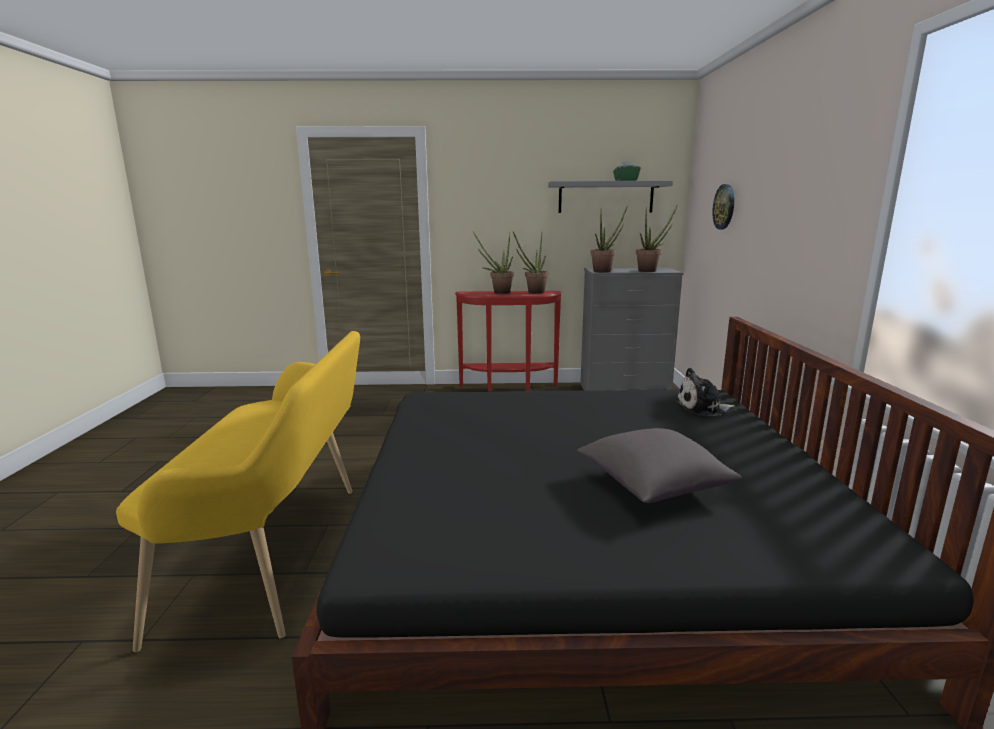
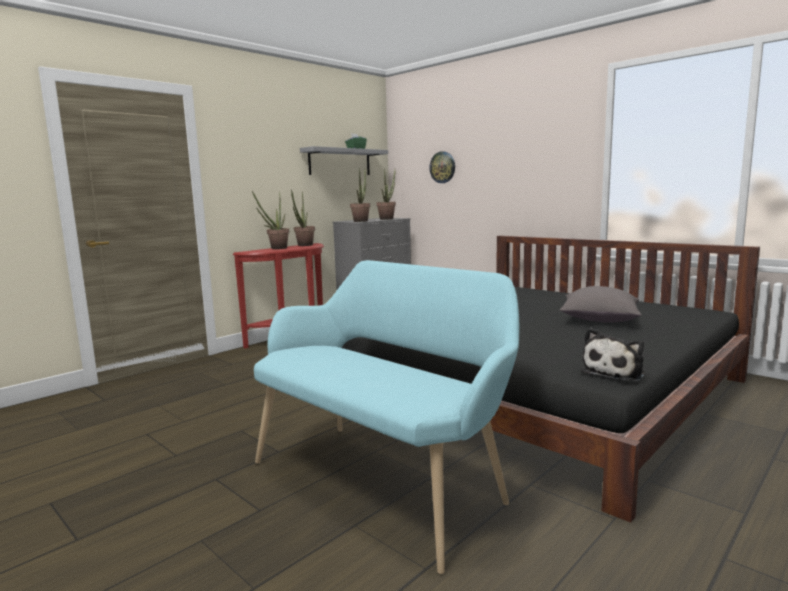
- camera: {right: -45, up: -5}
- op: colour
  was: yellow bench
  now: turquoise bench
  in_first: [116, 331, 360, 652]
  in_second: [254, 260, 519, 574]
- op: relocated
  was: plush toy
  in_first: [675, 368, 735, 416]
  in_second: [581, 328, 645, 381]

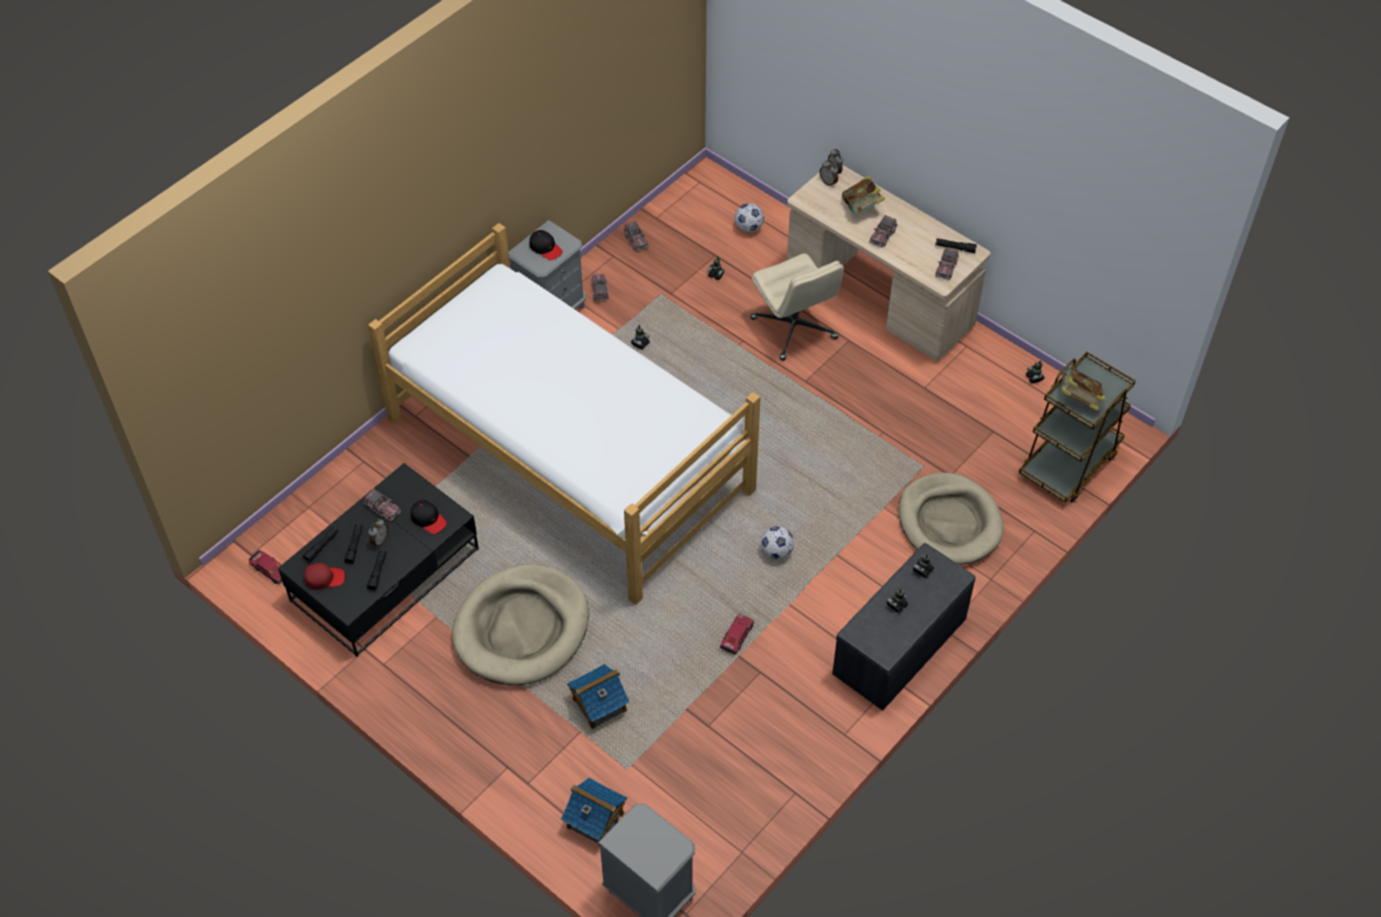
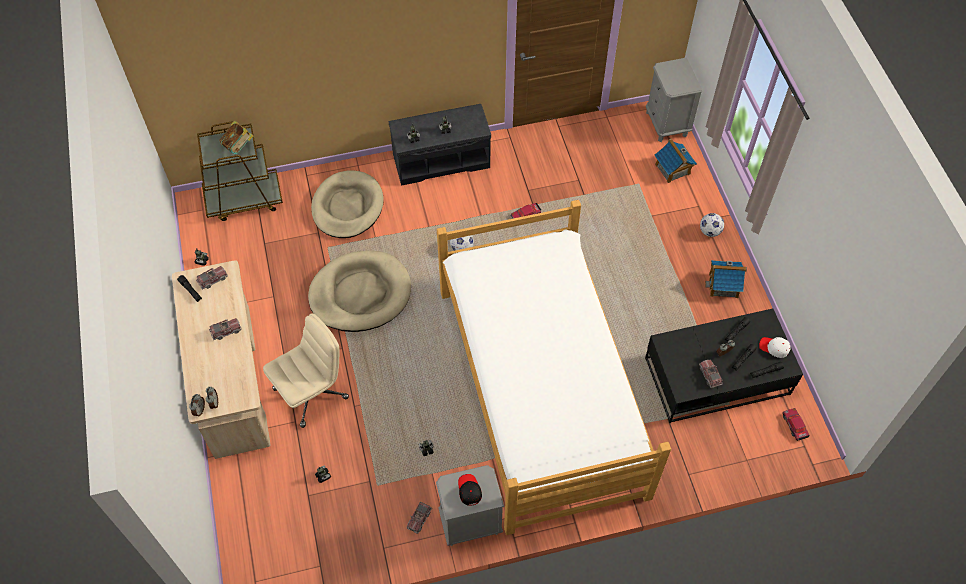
- camera: {right: -145, up: 5}
- op: missing
  was: book
  in_first: [842, 175, 885, 214]
- op: relocated
  was: football
  in_first: [735, 203, 764, 232]
  in_second: [700, 213, 724, 237]
- op: missing
  was: toy truck
  in_first: [623, 221, 649, 251]
- op: spun
  was: beige office chair
  in_first: [750, 253, 844, 361]
  in_second: [263, 314, 349, 428]
  clockwise: 45
- op: missing
  was: black cap
  in_first: [410, 500, 447, 534]
- op: colour
  was: red cap
  now: white cap
  in_first: [303, 563, 345, 590]
  in_second: [759, 337, 791, 358]
- op: relocated
  was: beige dog bed
  in_first: [452, 564, 589, 685]
  in_second: [308, 250, 411, 332]
- op: relocated
  was: toy house
  in_first: [567, 664, 630, 729]
  in_second: [705, 260, 747, 298]

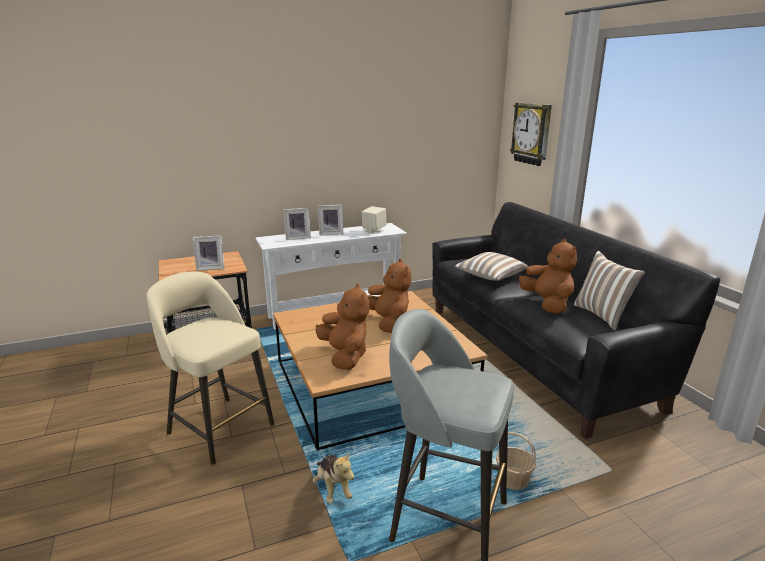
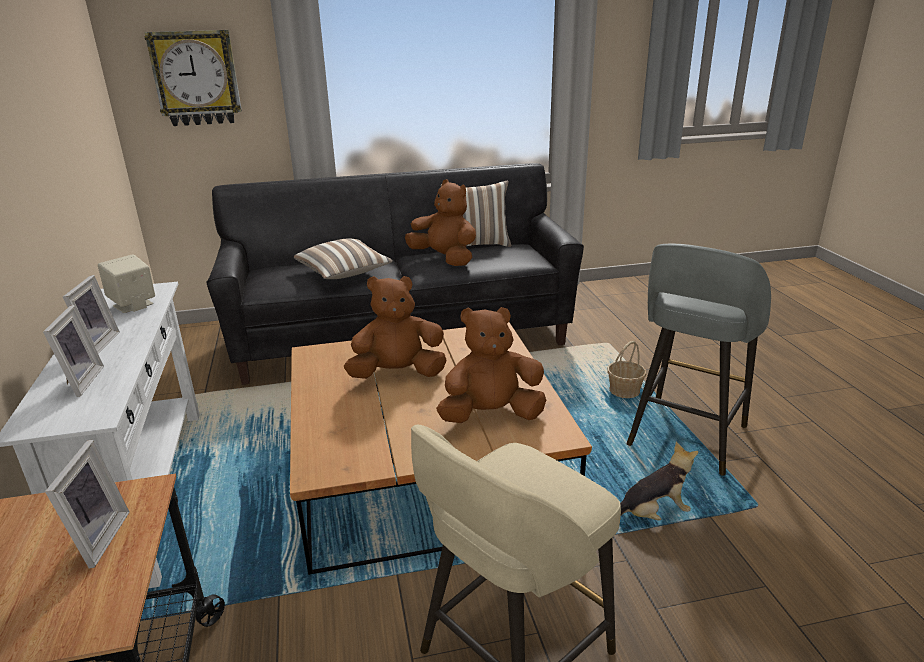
- camera: {right: -80, up: 5}
- op: spun
  was: brown plush toy
  in_first: [519, 239, 577, 314]
  in_second: [405, 179, 476, 266]
  clockwise: 45

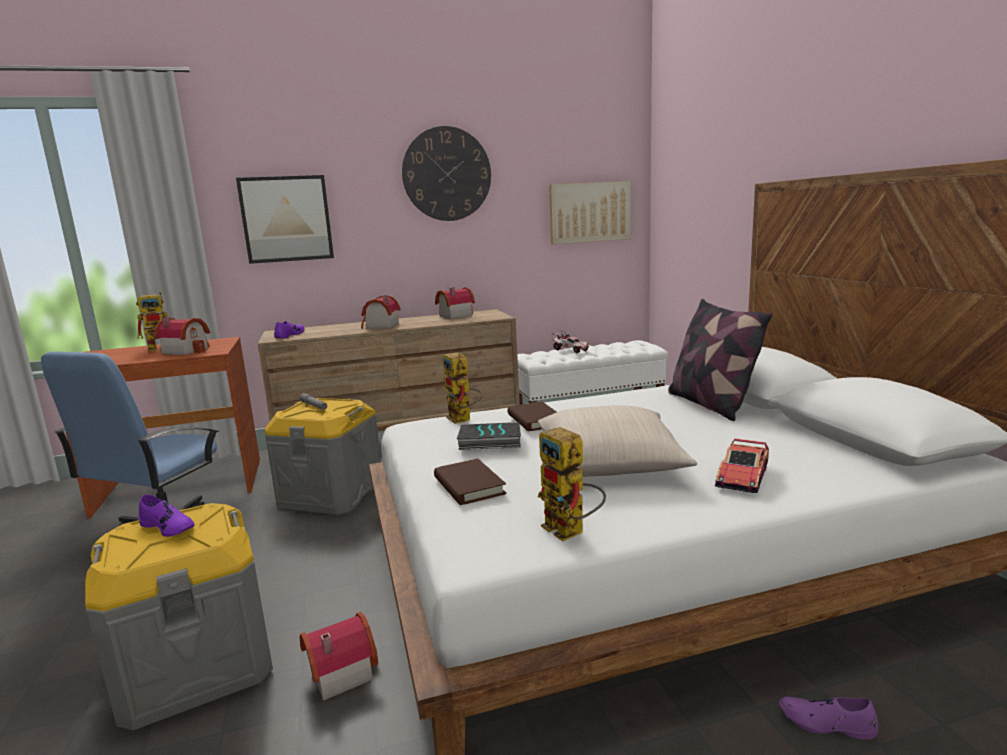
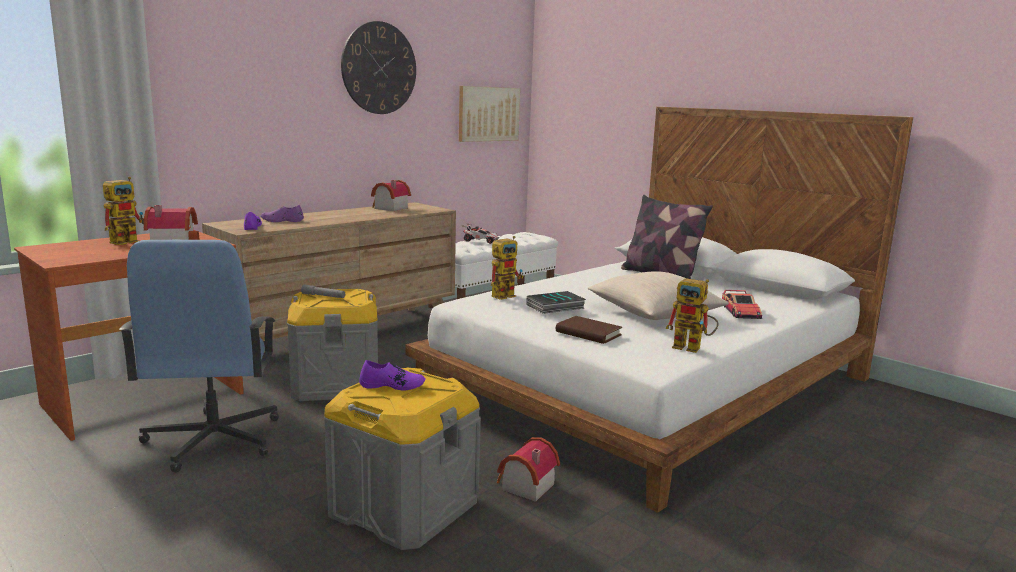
- camera: {right: -30, up: 0}
- op: missing
  was: picture
  in_first: [236, 175, 334, 264]
- op: missing
  was: toy house
  in_first: [361, 295, 401, 329]
- op: spun
  was: toy robot
  in_first: [443, 352, 482, 424]
  in_second: [491, 236, 523, 300]
  clockwise: -75
- op: missing
  was: brown book
  in_first: [507, 402, 557, 431]
- op: relocated
  was: purple shoe
  in_first: [779, 696, 878, 740]
  in_second: [260, 205, 304, 222]

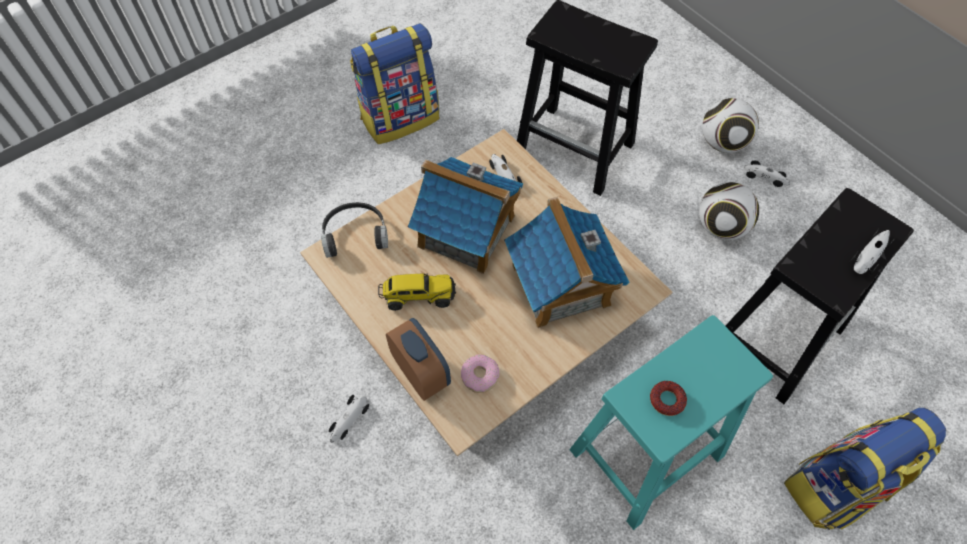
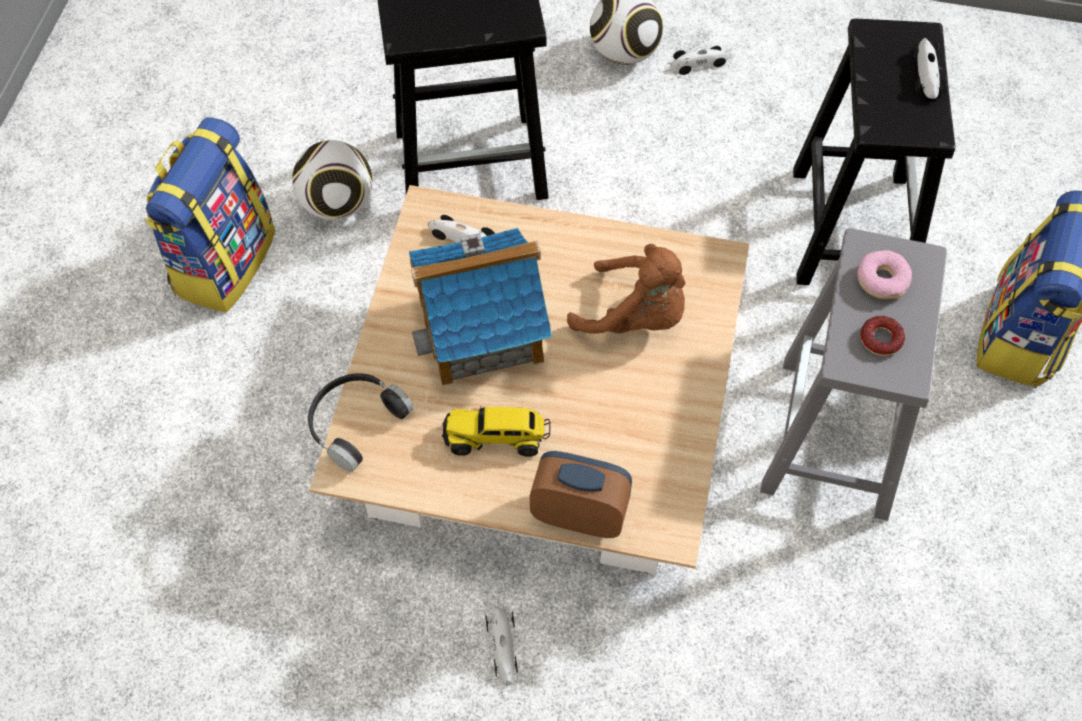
- camera: {right: -40, up: 0}
- op: relocated
  was: football
  in_first: [699, 182, 759, 240]
  in_second: [292, 140, 372, 220]
- op: exchanged
  was: toy house
  now: brown plush toy
  in_first: [504, 197, 630, 328]
  in_second: [567, 244, 685, 334]
- op: spun
  was: toy truck
  in_first: [378, 273, 456, 311]
  in_second: [442, 406, 551, 457]
  clockwise: -135
- op: colour
  was: turquoise stool
  now: grey stool
  in_first: [569, 315, 773, 530]
  in_second: [760, 228, 947, 521]
- op: relocated
  was: donut
  in_first: [461, 354, 499, 393]
  in_second: [857, 250, 912, 299]

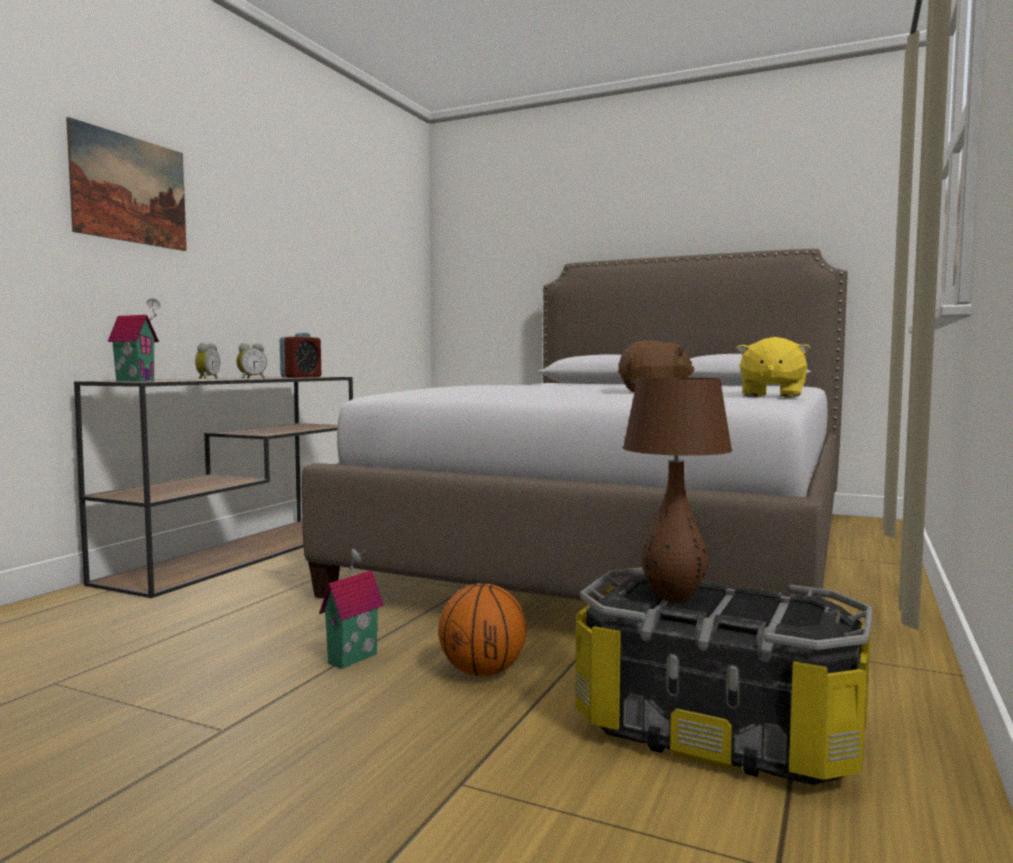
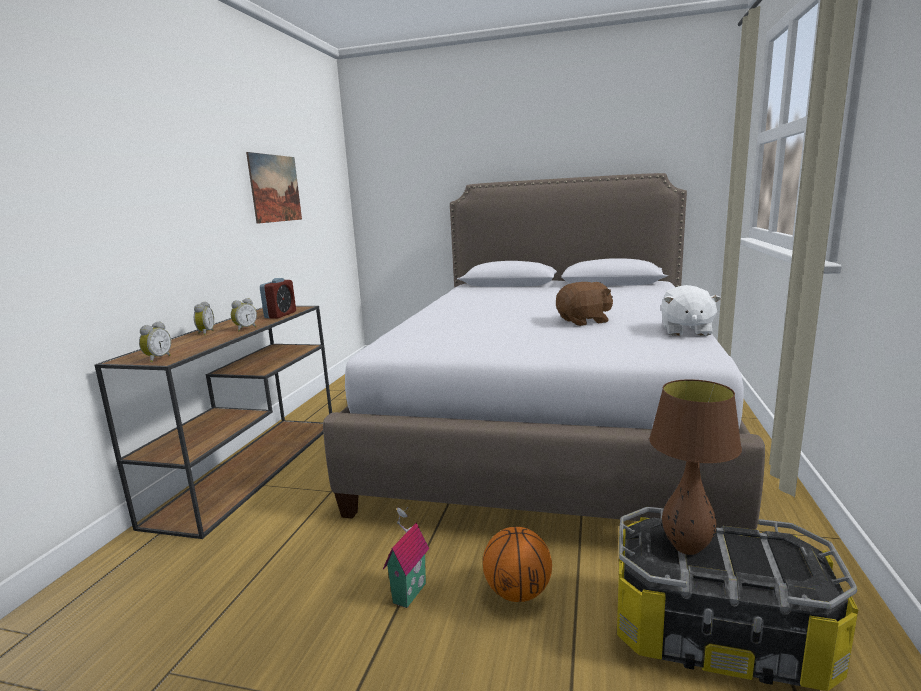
- camera: {right: -10, up: 10}
- op: relocated
  was: picture
  in_first: [66, 117, 187, 251]
  in_second: [246, 152, 302, 224]
- op: exchanged
  was: toy house
  now: alarm clock
  in_first: [107, 298, 161, 382]
  in_second: [139, 321, 171, 363]
- op: colour
  was: yellow plush toy
  now: white plush toy
  in_first: [736, 337, 811, 398]
  in_second: [661, 285, 721, 336]

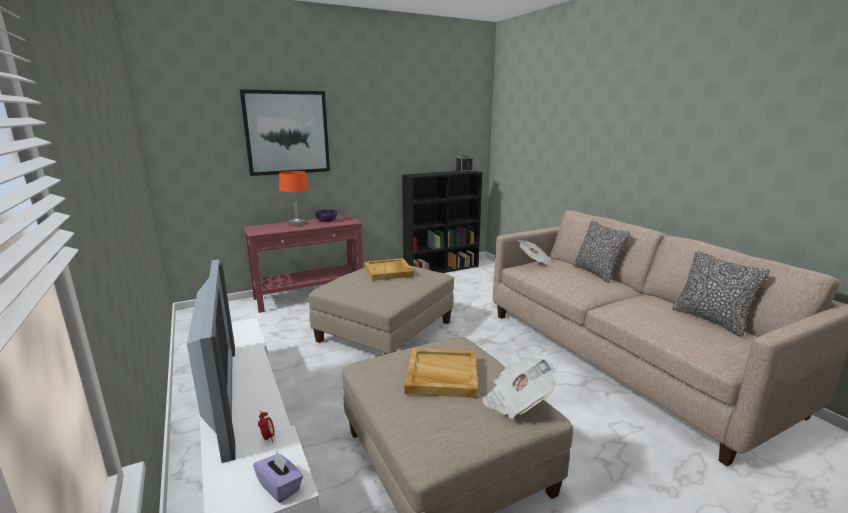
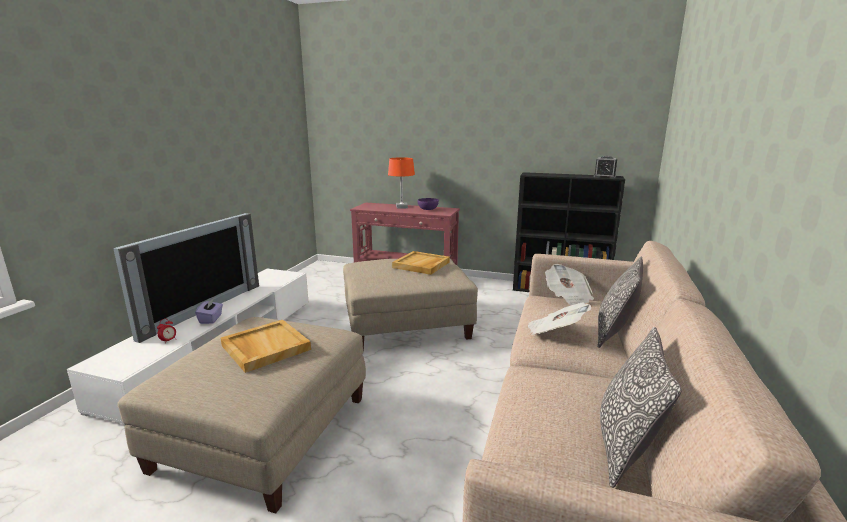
- camera: {right: 45, up: 0}
- op: missing
  was: picture
  in_first: [240, 90, 330, 176]
- op: relocated
  was: newspaper
  in_first: [482, 357, 556, 419]
  in_second: [528, 302, 591, 335]
- op: relocated
  was: purple tissue box
  in_first: [253, 450, 303, 503]
  in_second: [195, 298, 223, 324]

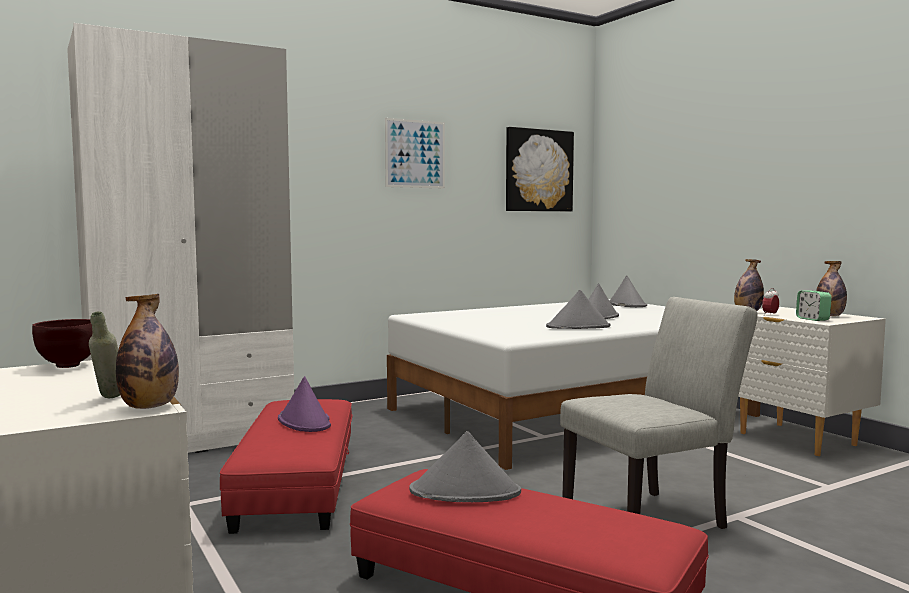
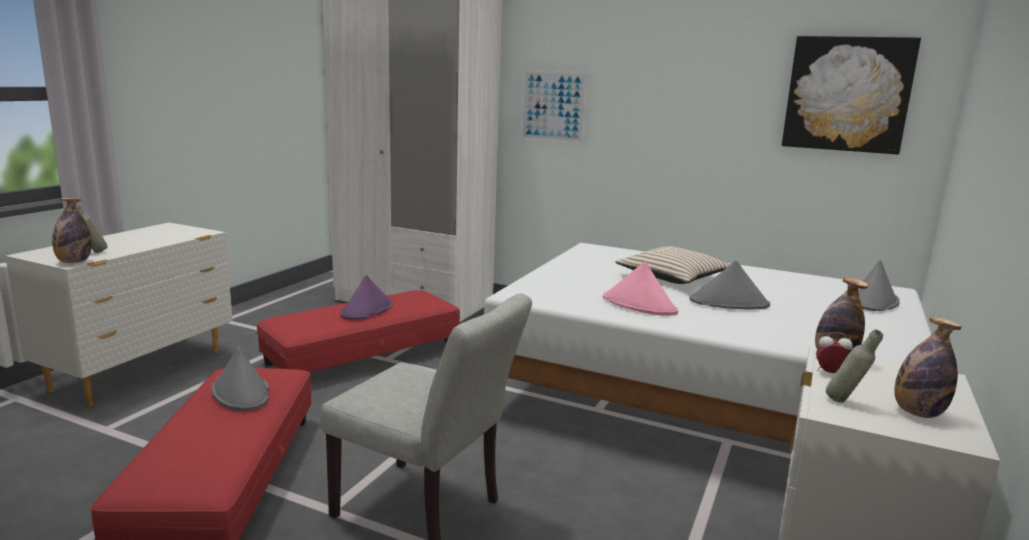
- camera: {right: 55, up: 10}
- op: relocated
  was: picture
  in_first: [385, 118, 445, 189]
  in_second: [521, 70, 588, 144]
- op: colour
  was: grey hat
  now: pink hat
  in_first: [546, 290, 611, 329]
  in_second: [603, 261, 678, 316]
- op: exchanged
  was: alarm clock
  now: grey bottle
  in_first: [796, 290, 832, 321]
  in_second: [826, 330, 883, 403]
- op: missing
  was: brown bowl
  in_first: [32, 319, 93, 368]
- op: appeared
  now: beige pillow
  in_second: [615, 246, 730, 284]

